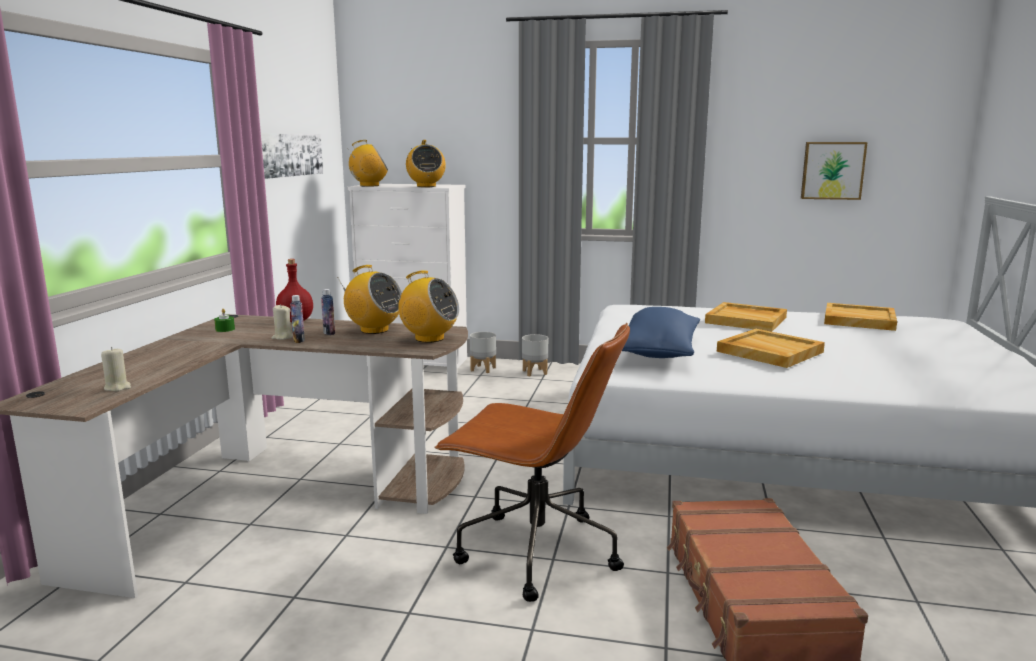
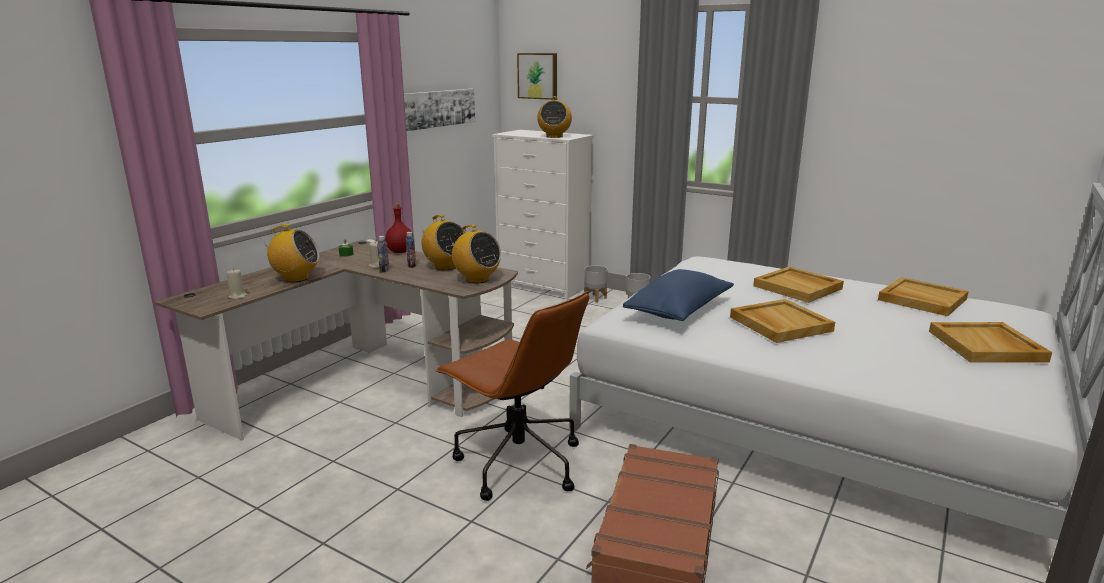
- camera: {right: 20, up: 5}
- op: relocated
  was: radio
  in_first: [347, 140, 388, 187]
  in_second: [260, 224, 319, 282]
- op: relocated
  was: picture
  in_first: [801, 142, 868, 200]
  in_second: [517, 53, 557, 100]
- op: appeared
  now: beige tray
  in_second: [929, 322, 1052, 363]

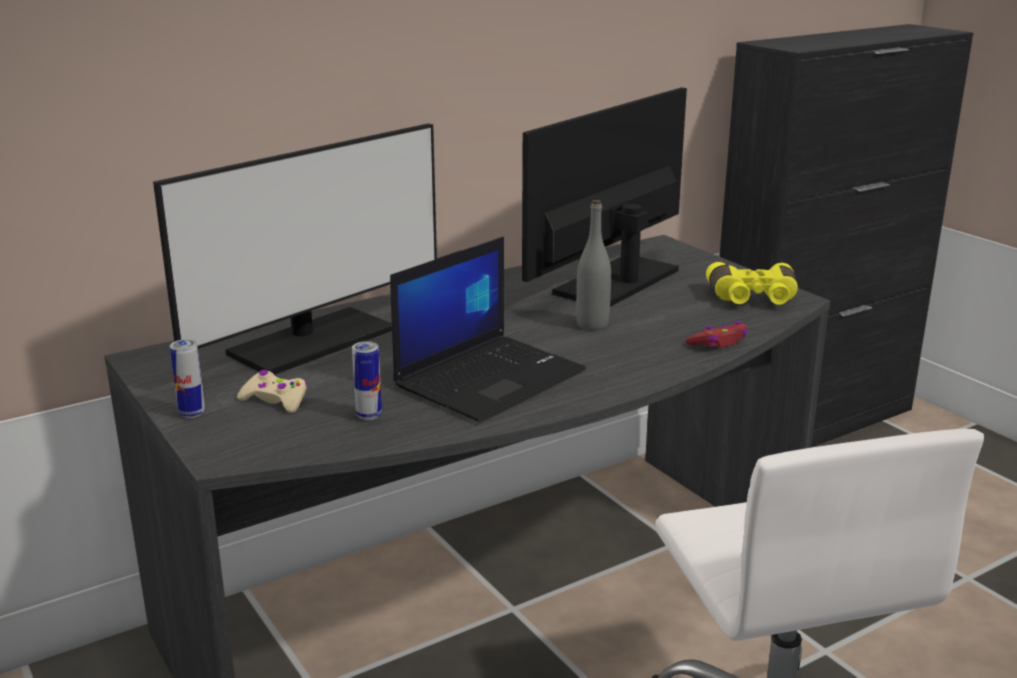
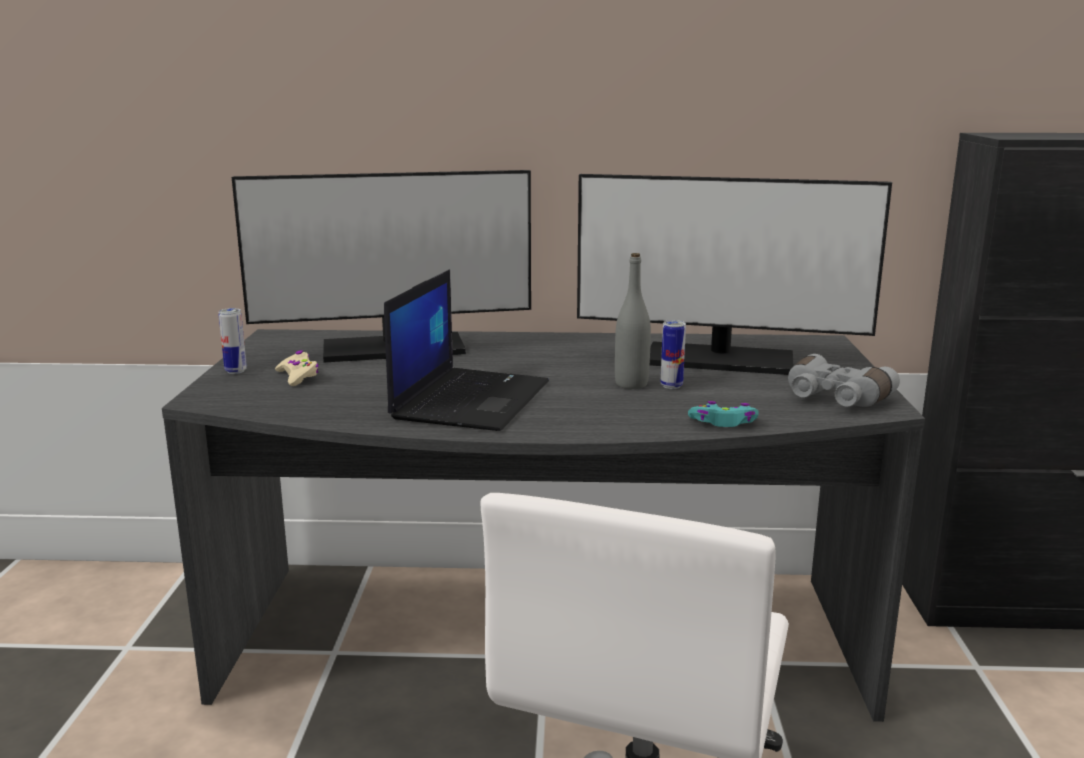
- camera: {right: 35, up: -5}
- op: spun
  was: monitor
  in_first: [522, 87, 687, 307]
  in_second: [577, 174, 892, 375]
  clockwise: -150
- op: spun
  was: laptop
  in_first: [390, 237, 586, 422]
  in_second: [384, 269, 549, 431]
  clockwise: -60
- op: colour
  was: yellow binoculars
  now: grey binoculars
  in_first: [706, 262, 798, 305]
  in_second: [788, 354, 900, 407]
- op: colour
  was: red game controller
  now: turquoise game controller
  in_first: [685, 321, 748, 347]
  in_second: [688, 401, 758, 427]
- op: relocated
  was: can
  in_first: [352, 341, 382, 420]
  in_second: [661, 320, 686, 389]

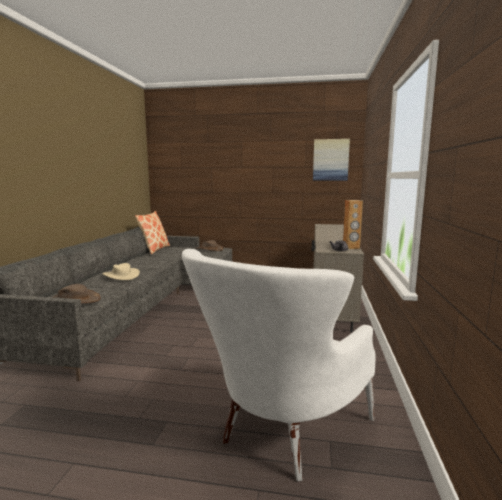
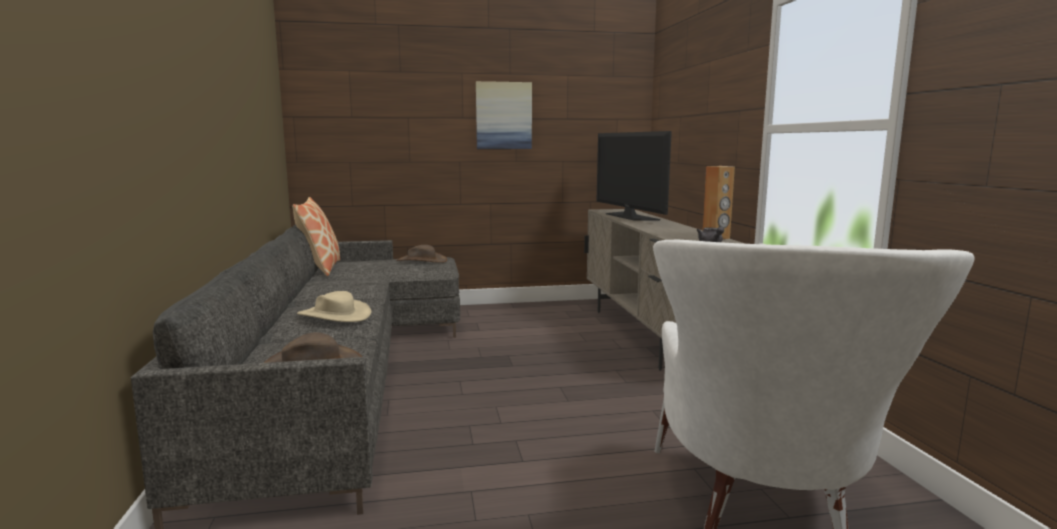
- camera: {right: -20, up: 0}
- op: relocated
  was: picture
  in_first: [313, 139, 350, 181]
  in_second: [476, 81, 532, 149]
- op: appeared
  now: television
  in_second: [596, 131, 672, 221]

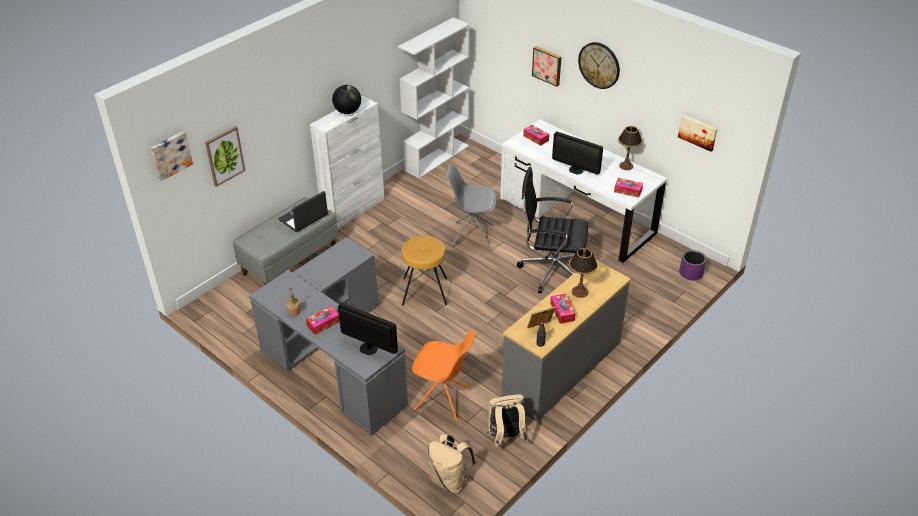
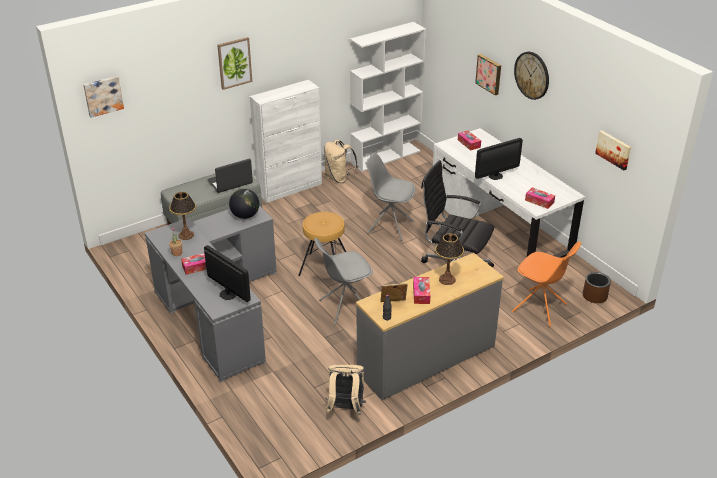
- camera: {right: 15, up: -5}
- op: relocated
  was: globe
  in_first: [332, 85, 361, 114]
  in_second: [229, 189, 259, 219]
- op: relocated
  was: picture
  in_first: [205, 126, 246, 187]
  in_second: [217, 37, 252, 90]
- op: relocated
  was: table lamp
  in_first: [618, 126, 643, 170]
  in_second: [169, 192, 196, 240]
- op: spun
  was: monitor
  in_first: [552, 132, 603, 175]
  in_second: [475, 138, 523, 180]
  clockwise: -75
- op: colour
  was: purple planter
  now: brown planter
  in_first: [679, 250, 706, 280]
  in_second: [583, 272, 611, 303]
- op: relocated
  was: orange chair
  in_first: [412, 330, 475, 421]
  in_second: [512, 241, 581, 327]
- op: relocated
  was: beige backpack
  in_first: [428, 434, 476, 494]
  in_second: [324, 140, 359, 183]
- op: appeared
  now: grey chair
  in_second: [315, 238, 373, 325]

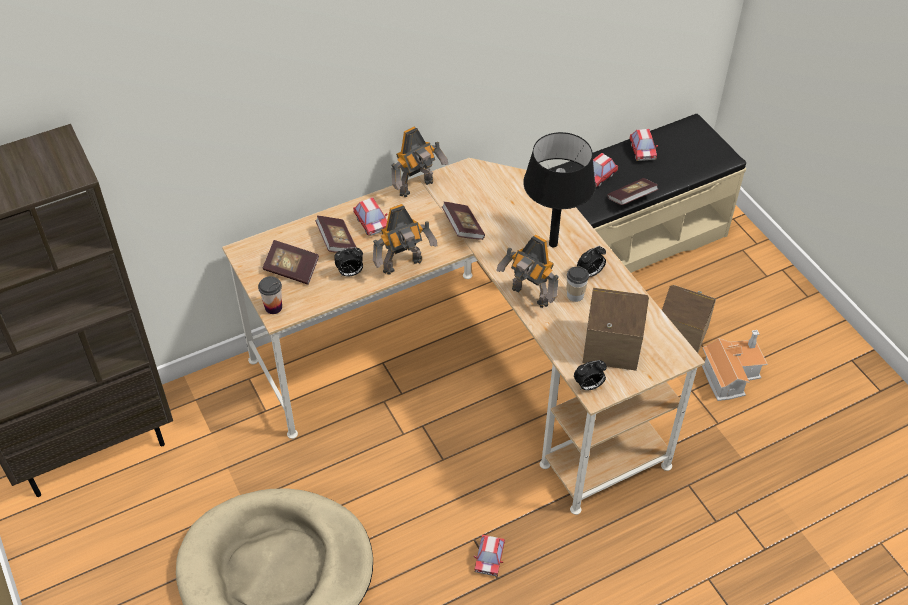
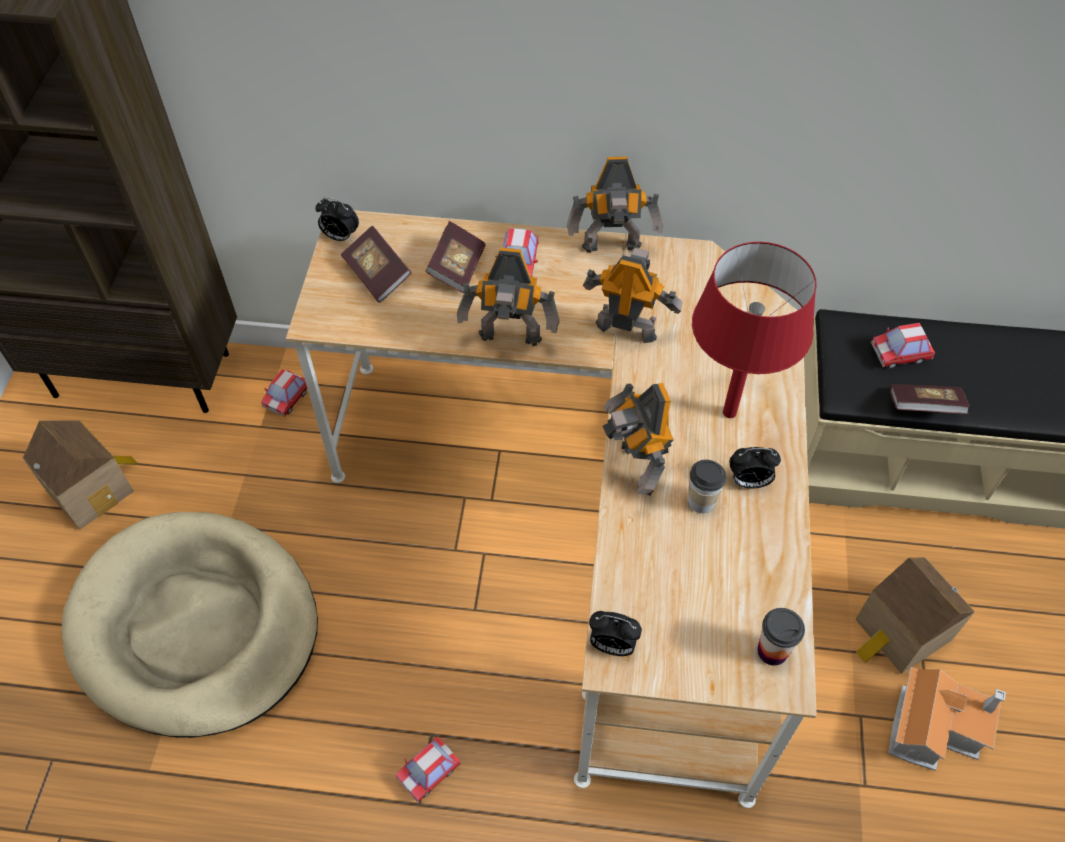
- camera: {right: 35, up: 5}
- op: relocated
  was: toy car
  in_first: [629, 129, 658, 161]
  in_second: [261, 369, 307, 417]
- op: colour
  was: black table lamp
  now: red table lamp
  in_first: [523, 132, 596, 247]
  in_second: [692, 242, 817, 418]
- op: exchanged
  was: book
  now: toy robot
  in_first: [442, 202, 485, 240]
  in_second: [583, 248, 682, 343]
- op: relocated
  was: alarm clock
  in_first: [334, 247, 363, 277]
  in_second: [315, 197, 359, 241]
- op: relocated
  was: cup
  in_first: [258, 276, 282, 314]
  in_second: [757, 608, 805, 666]
- op: relocated
  was: toy house
  in_first: [583, 288, 649, 371]
  in_second: [23, 420, 138, 529]

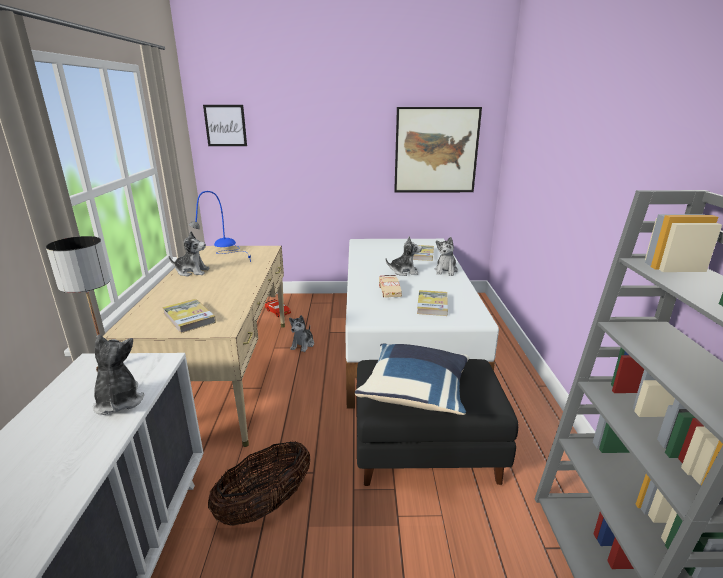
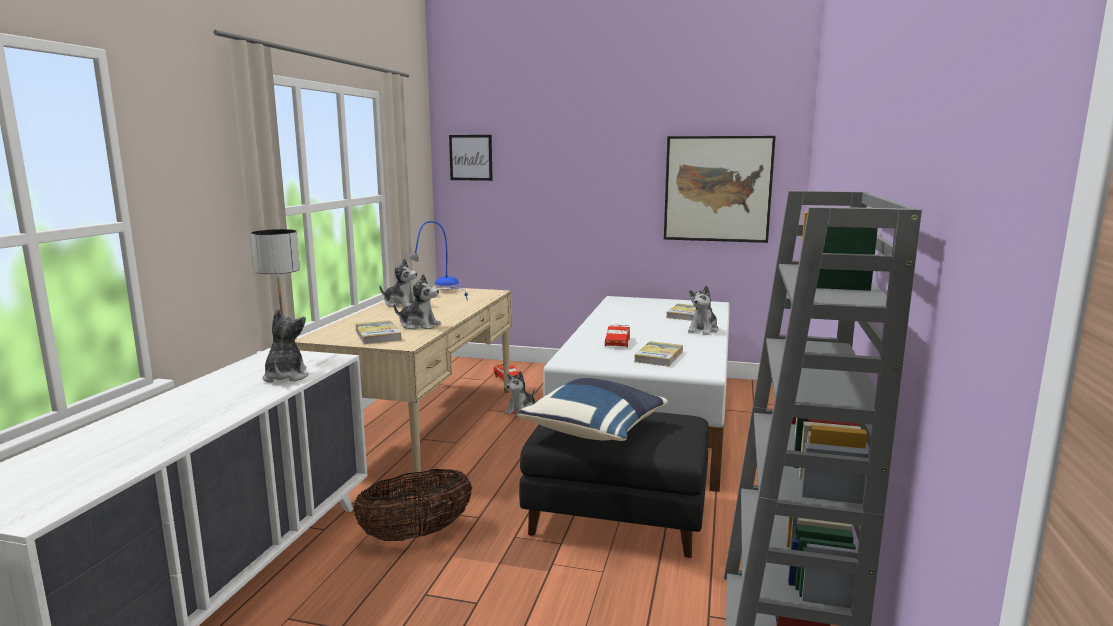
- camera: {right: 15, up: -10}
- op: relocated
  was: plush toy
  in_first: [386, 236, 422, 276]
  in_second: [393, 274, 441, 330]
- op: colour
  was: beige toy car
  now: red toy car
  in_first: [379, 275, 402, 298]
  in_second: [605, 325, 630, 347]

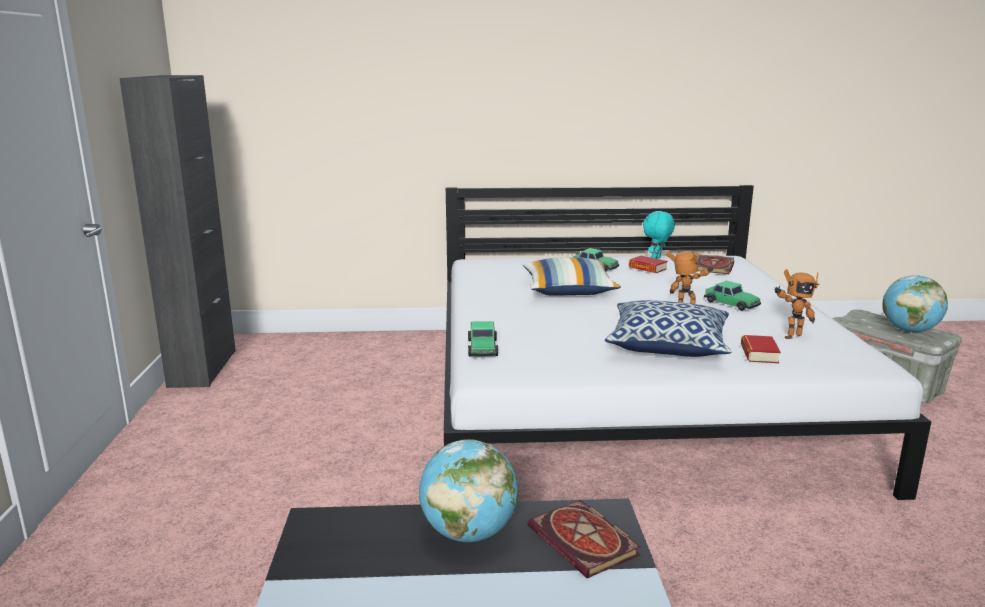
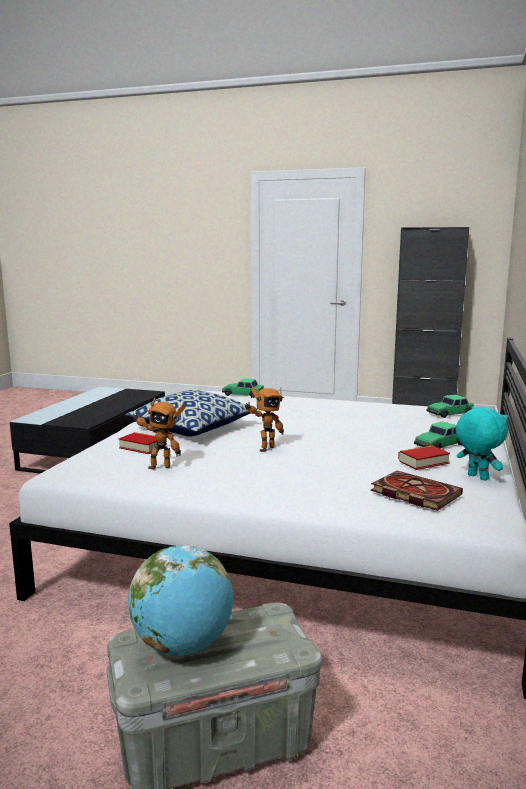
- camera: {right: 110, up: -5}
- op: missing
  was: pillow
  in_first: [523, 258, 621, 296]
- op: spun
  was: toy robot
  in_first: [774, 269, 820, 339]
  in_second: [131, 398, 186, 469]
  clockwise: -90
- op: relocated
  was: toy car
  in_first: [704, 281, 761, 311]
  in_second: [427, 395, 474, 418]
- op: missing
  was: globe
  in_first: [419, 439, 518, 542]
- op: missing
  was: book
  in_first: [528, 500, 641, 578]

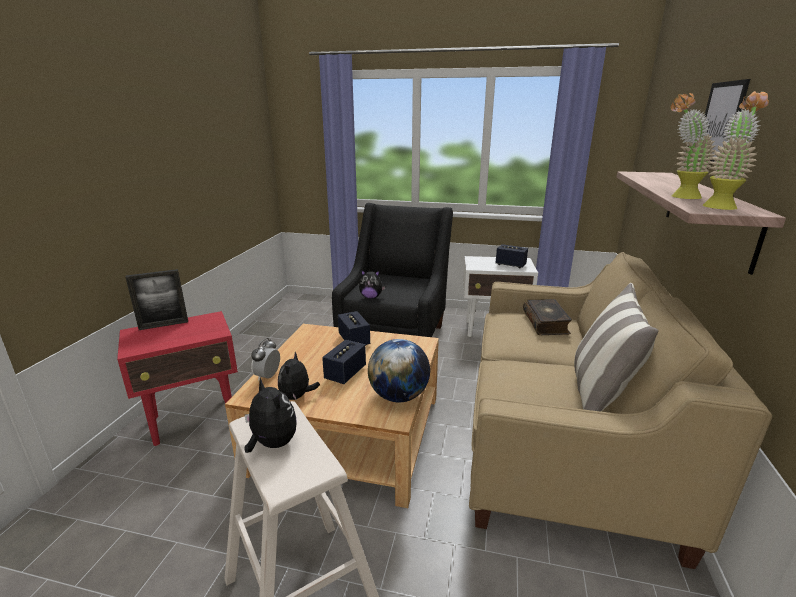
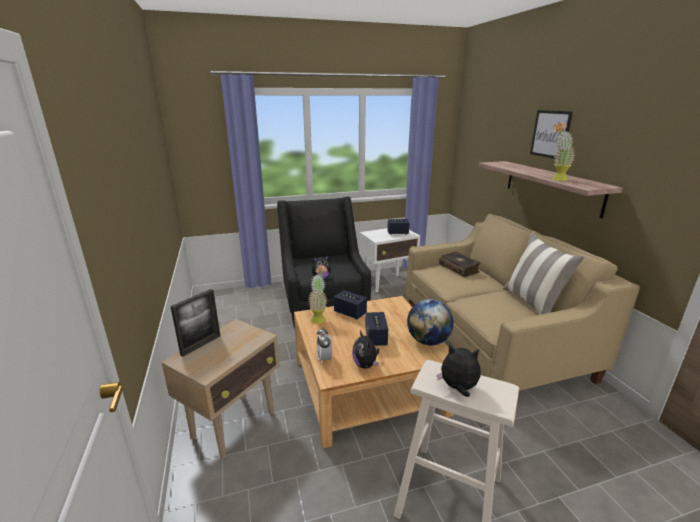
- camera: {right: -30, up: 0}
- op: relocated
  was: potted plant
  in_first: [703, 91, 769, 210]
  in_second: [308, 264, 328, 324]
- op: colour
  was: red side table
  now: beige side table
  in_first: [117, 311, 238, 446]
  in_second: [161, 319, 280, 459]

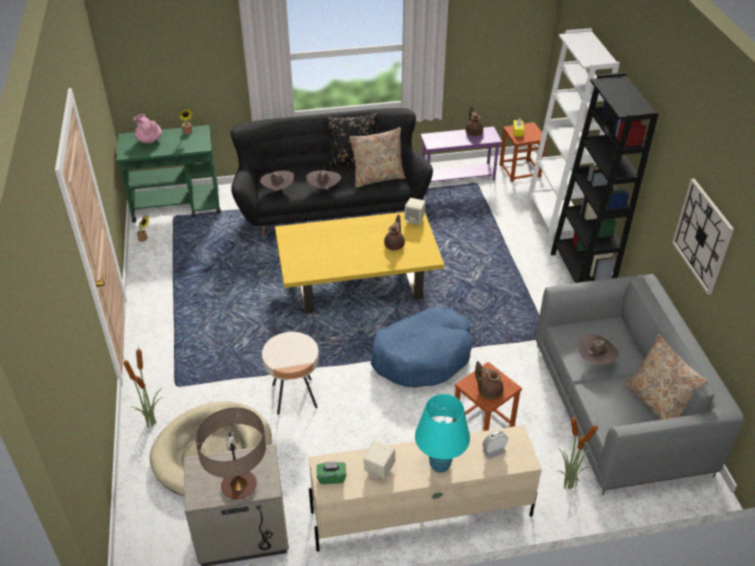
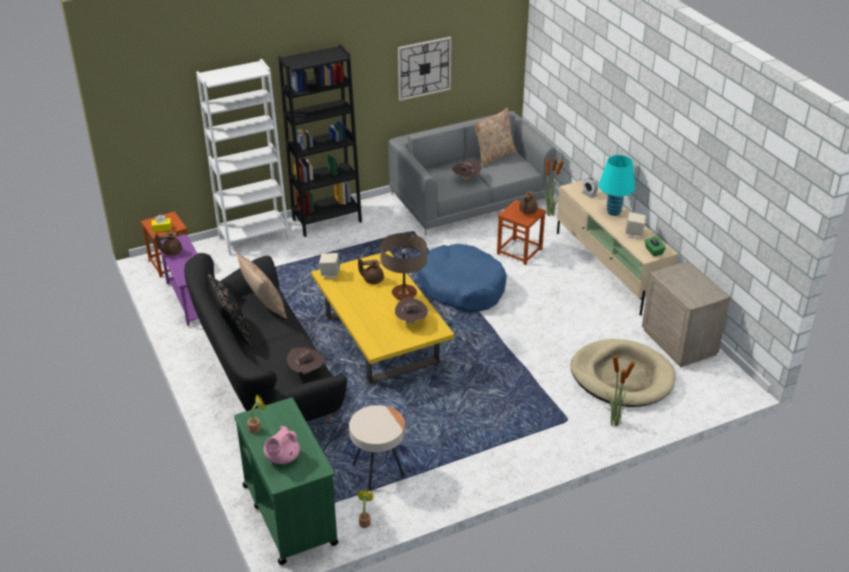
- camera: {right: -105, up: -5}
- op: relocated
  was: brown hat
  in_first: [306, 170, 341, 189]
  in_second: [395, 297, 428, 324]
- op: relocated
  was: beige side table
  in_first: [262, 332, 319, 415]
  in_second: [349, 405, 405, 491]
- op: relocated
  was: table lamp
  in_first: [195, 407, 266, 500]
  in_second: [380, 233, 427, 300]

